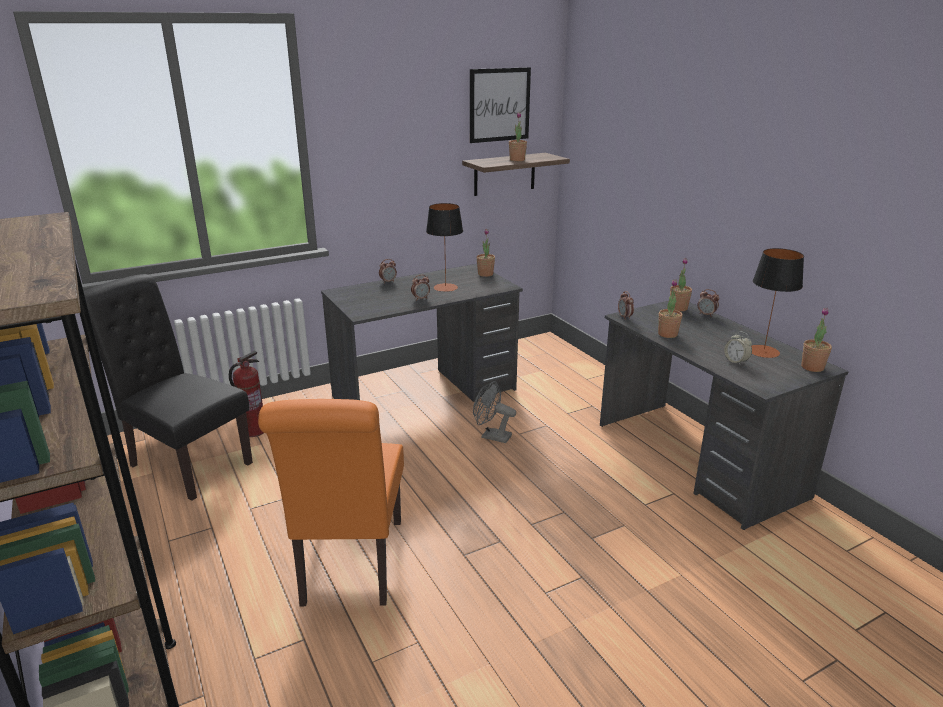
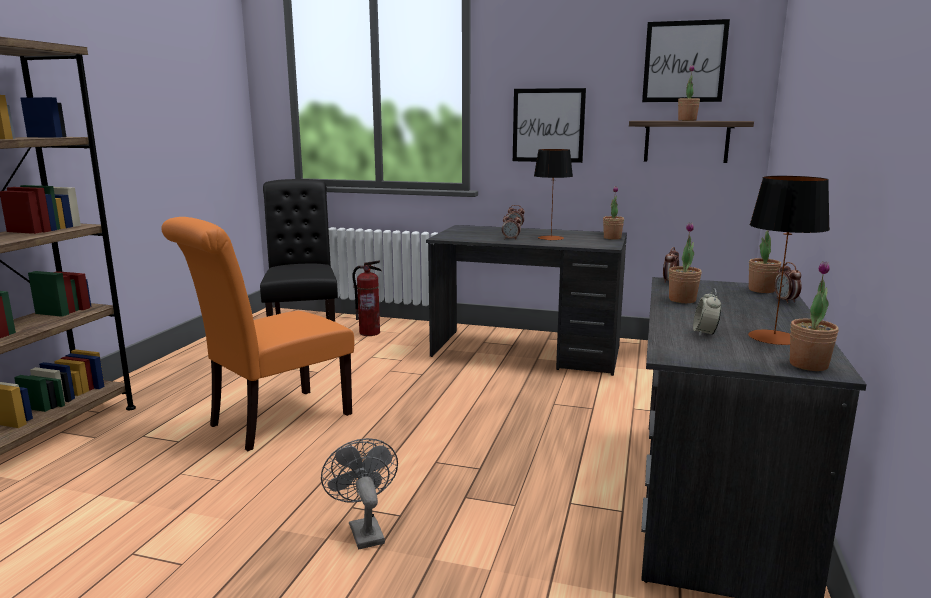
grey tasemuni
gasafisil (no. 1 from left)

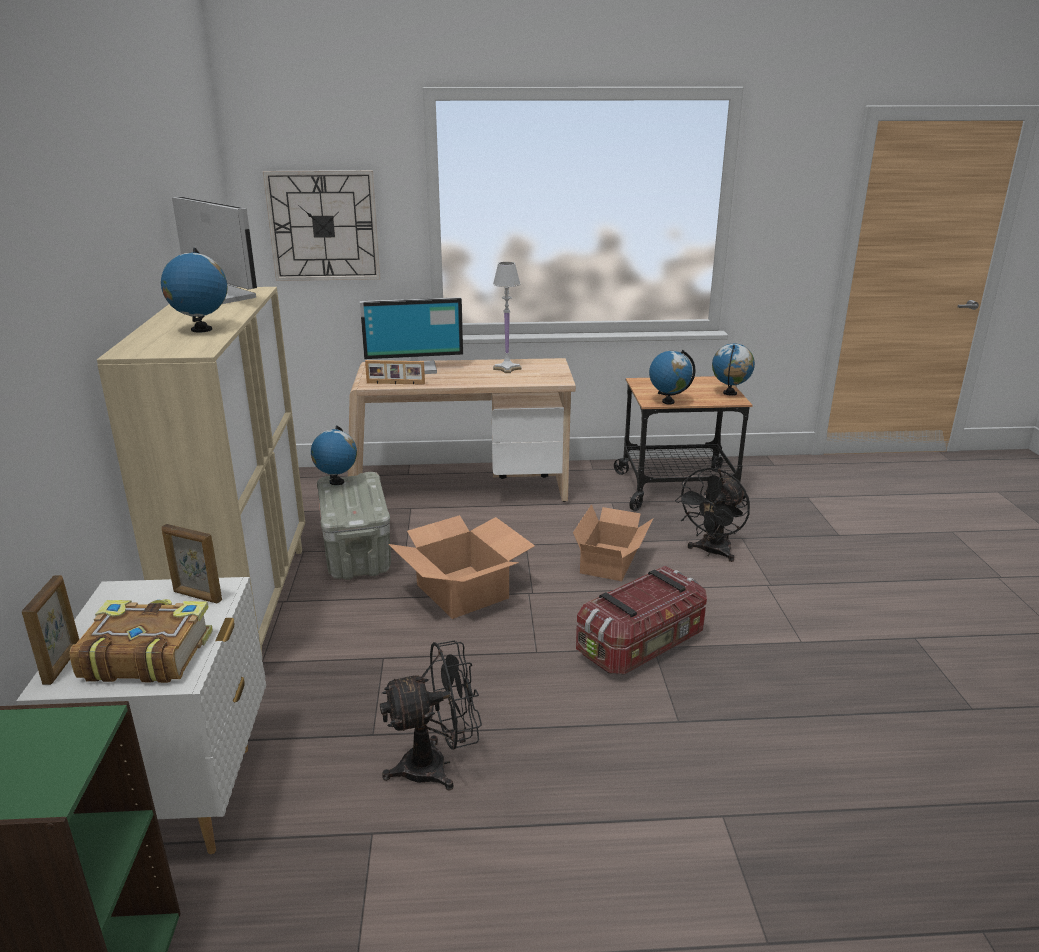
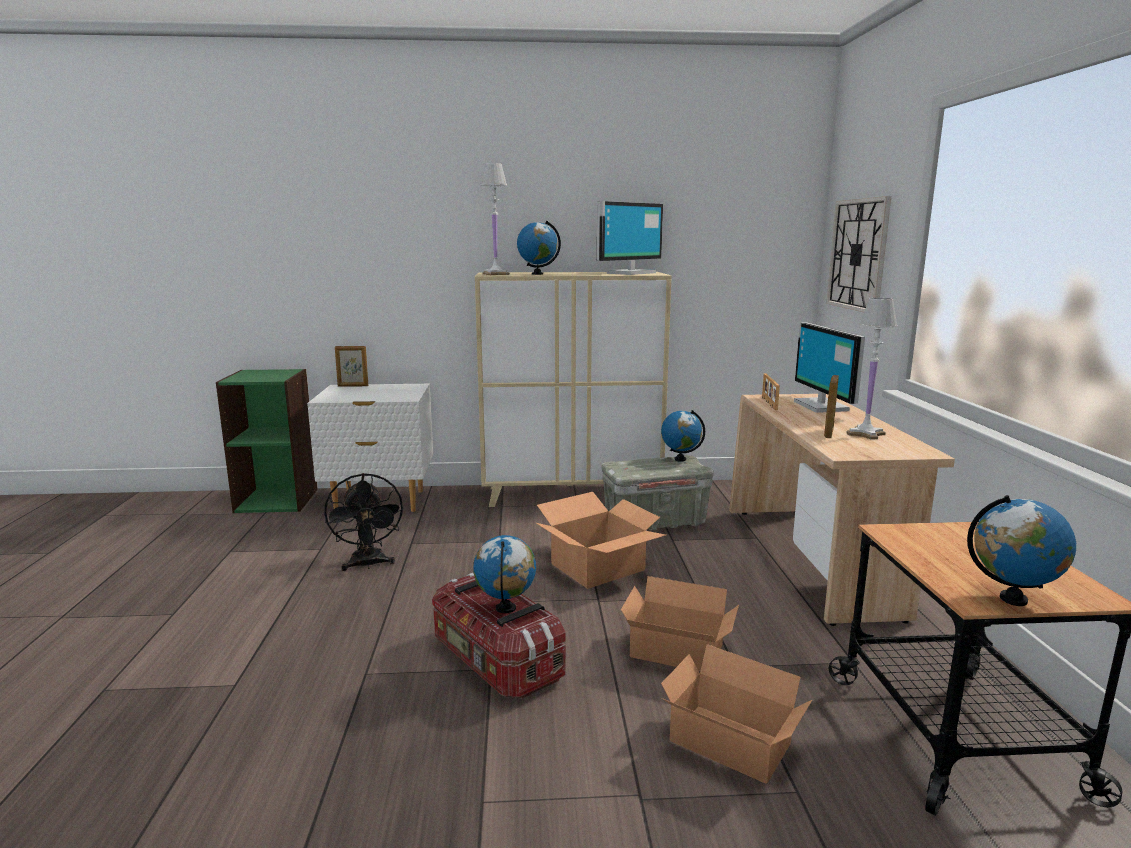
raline
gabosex (no. 3 from left)
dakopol (no. 1 from left)
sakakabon (no. 3 from left)
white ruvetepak (no. 1 from left)

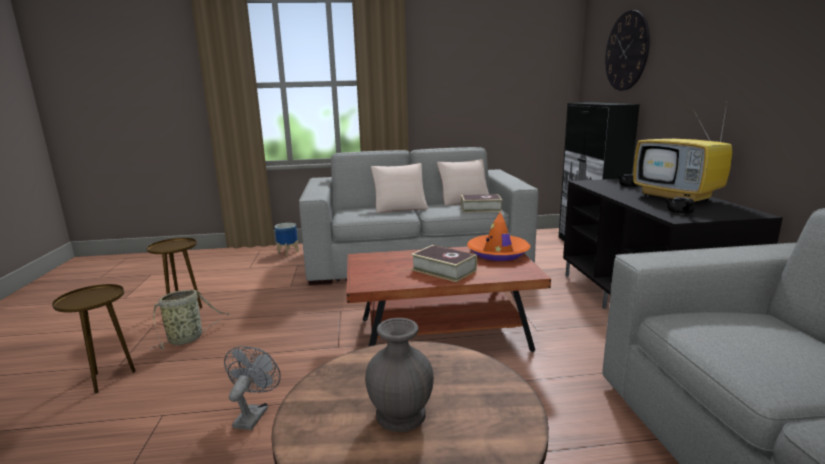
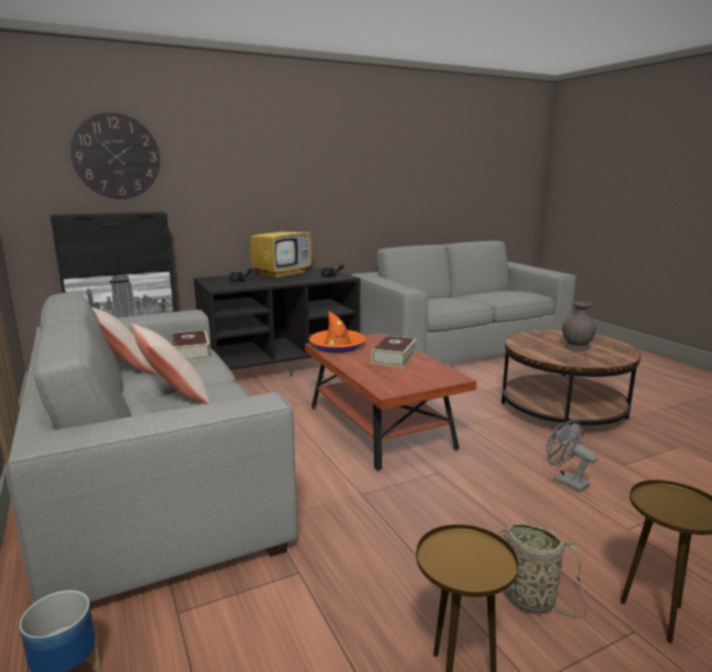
grey tasemuni

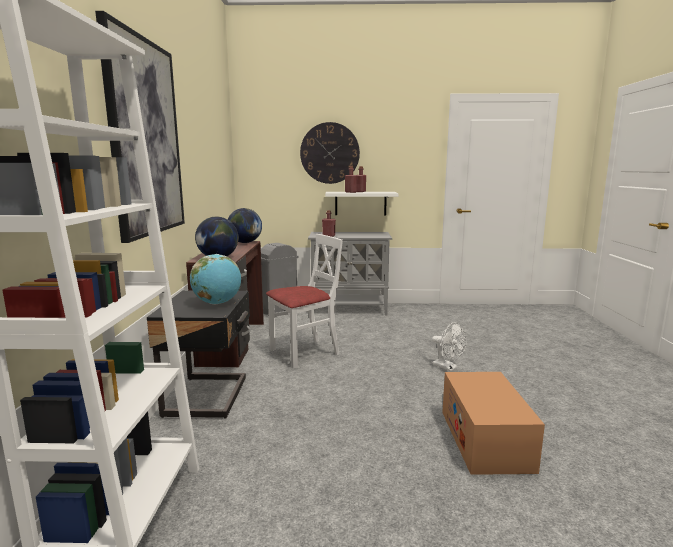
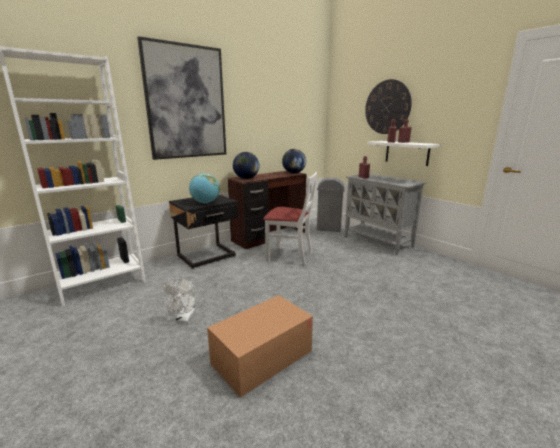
white tasemuni

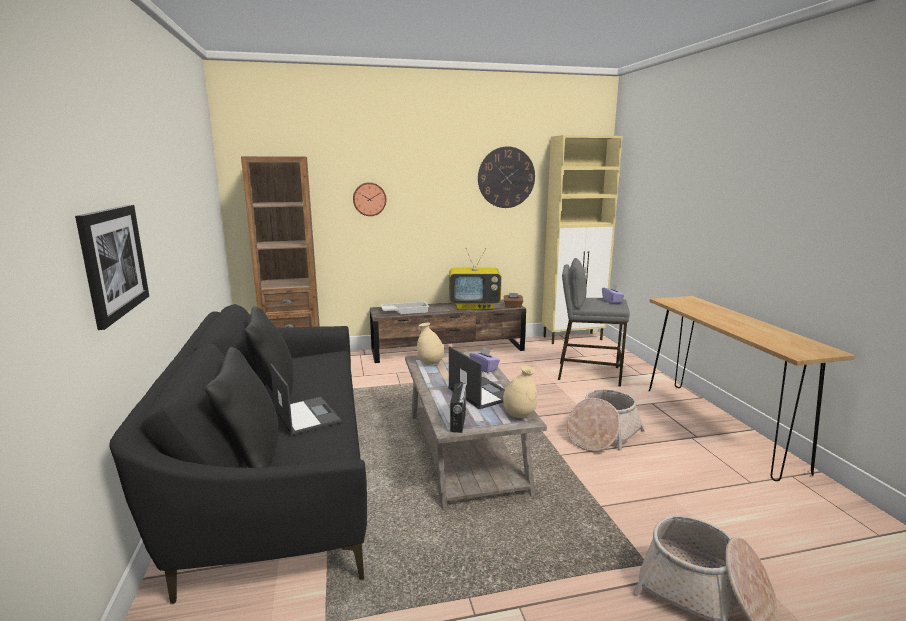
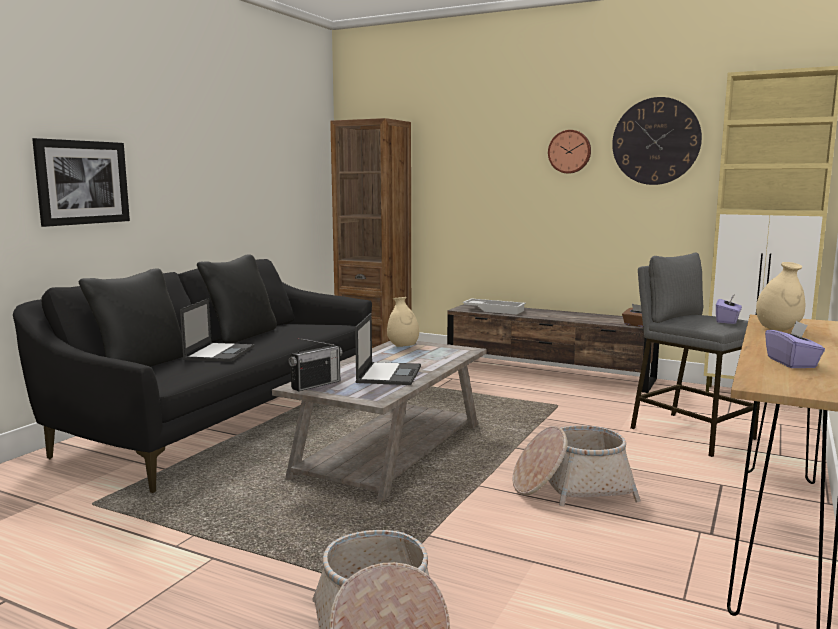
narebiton (no. 1 from left)
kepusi
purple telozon (no. 2 from left)
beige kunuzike (no. 2 from left)

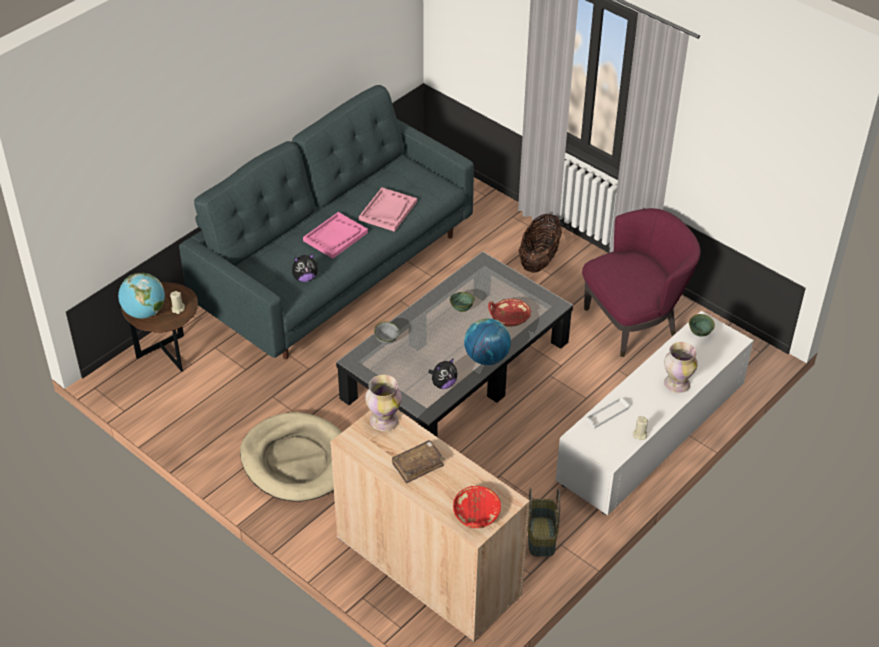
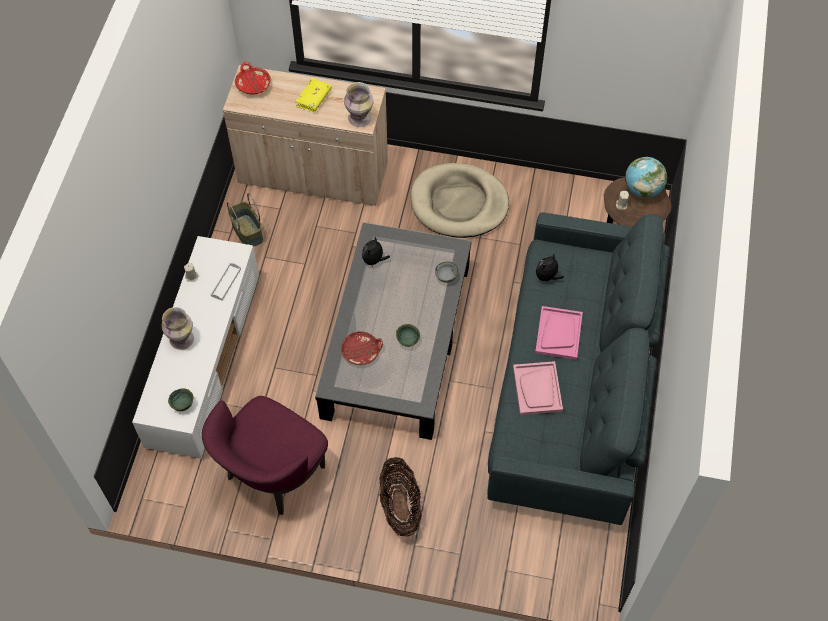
yellow raline
dakopol (no. 2 from left in the first image)

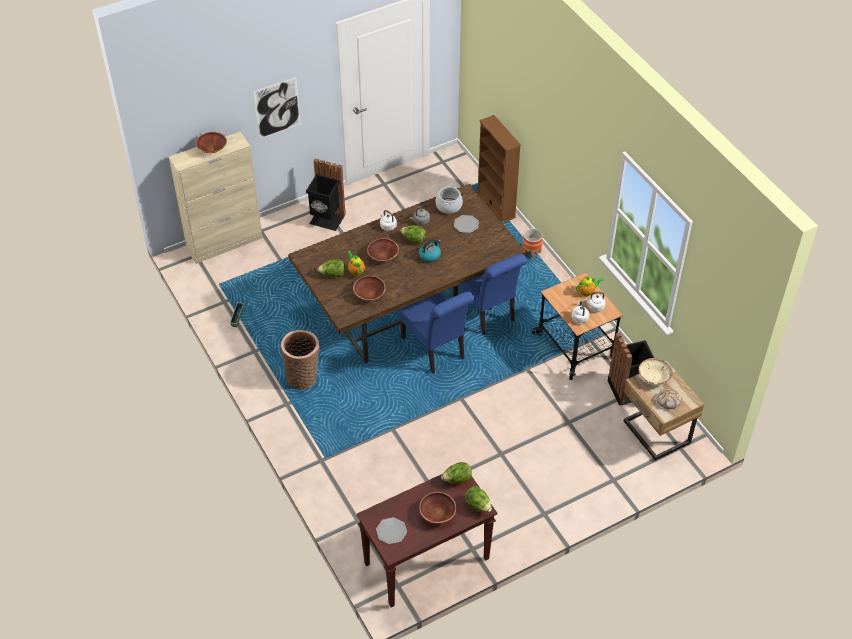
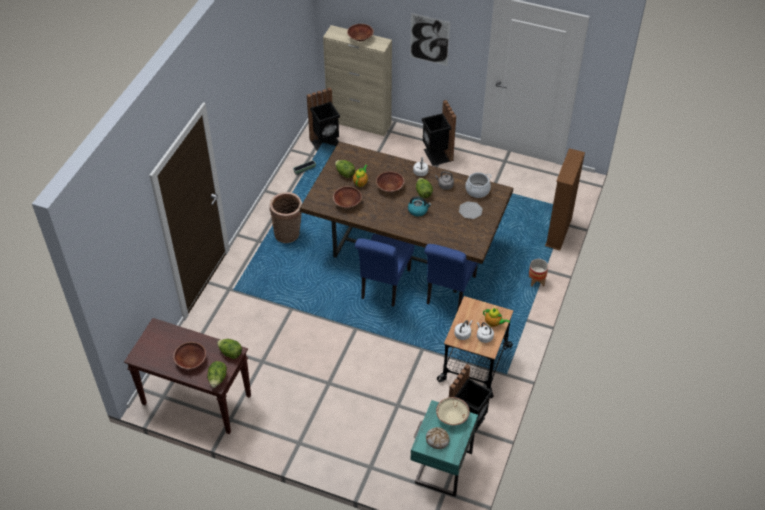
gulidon (no. 1 from left in the first image)
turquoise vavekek
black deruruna (no. 1 from left)

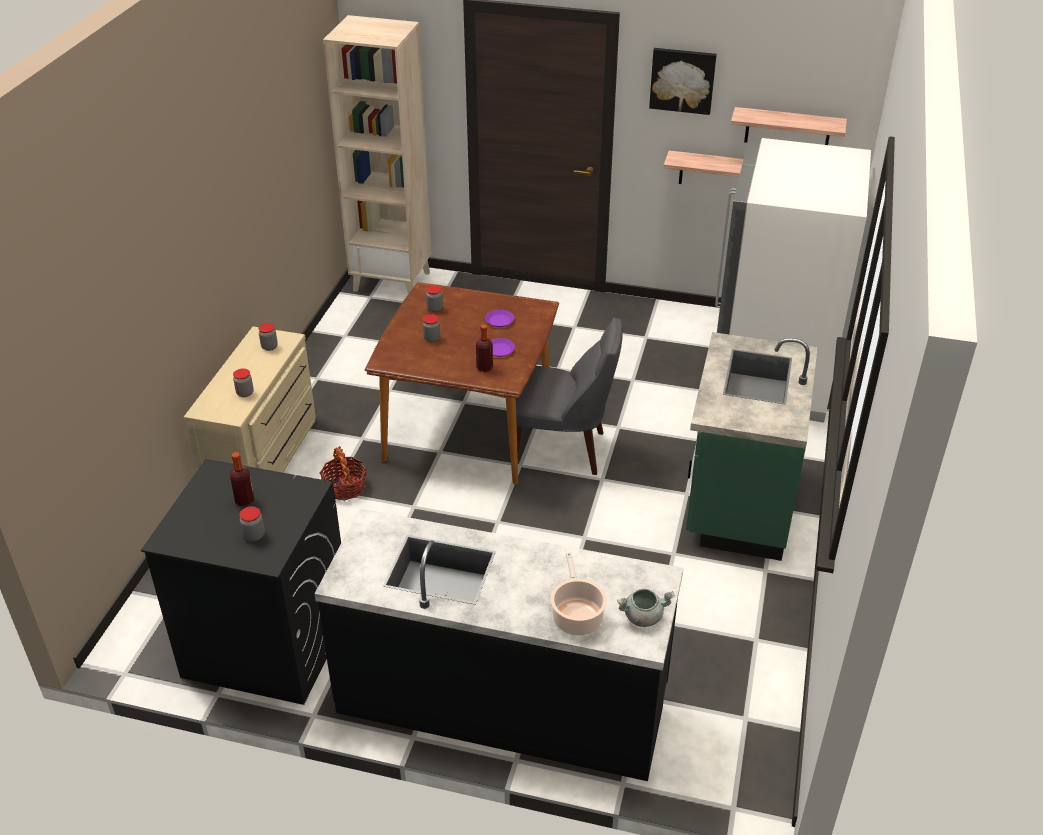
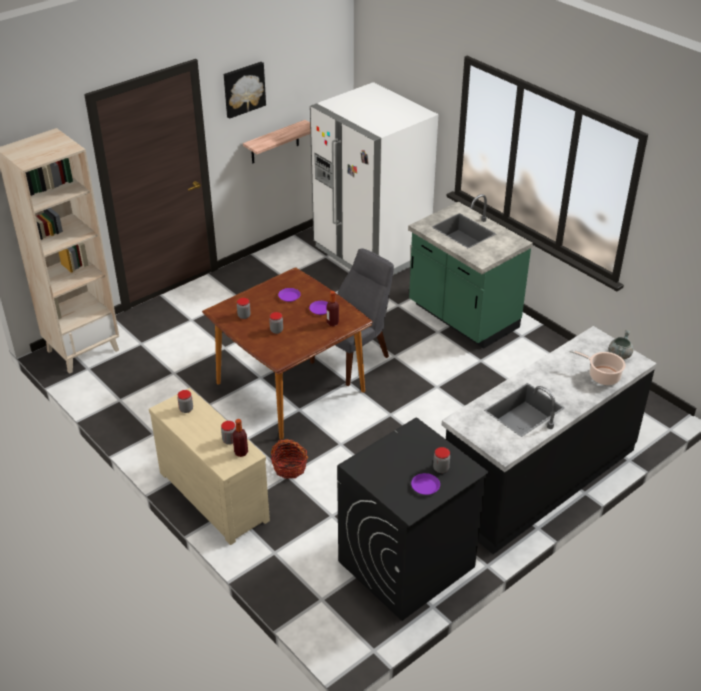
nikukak (no. 1 from left)
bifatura (no. 2 from left in the first image)
purple gulidon (no. 3 from left)

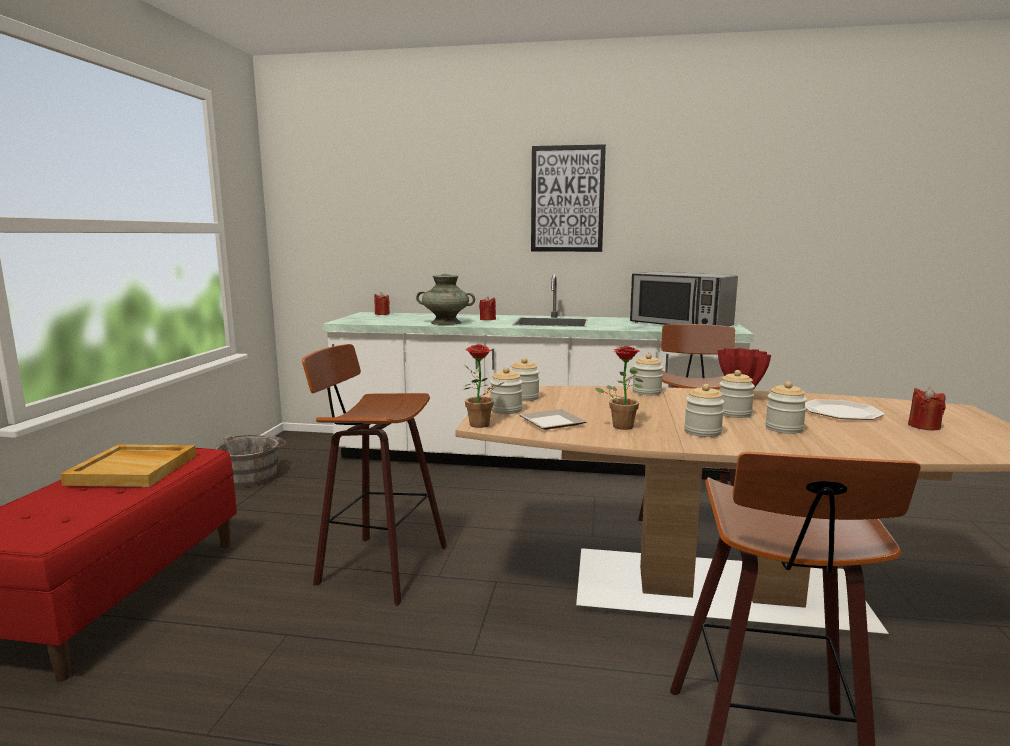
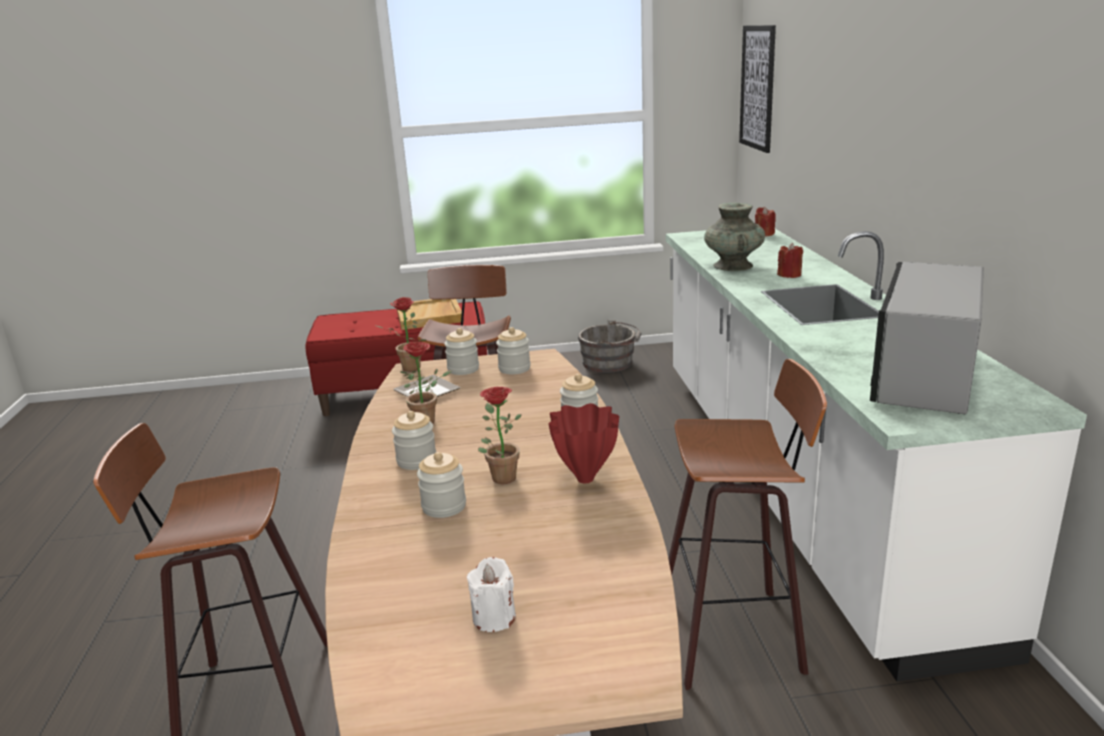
gasafisil
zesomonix (no. 3 from left)
gulidon (no. 2 from left in the first image)
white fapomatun

